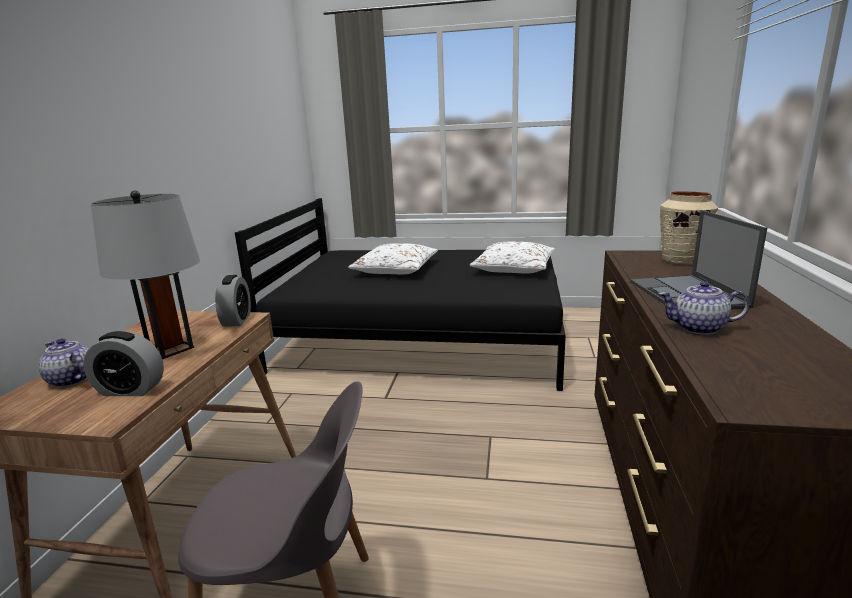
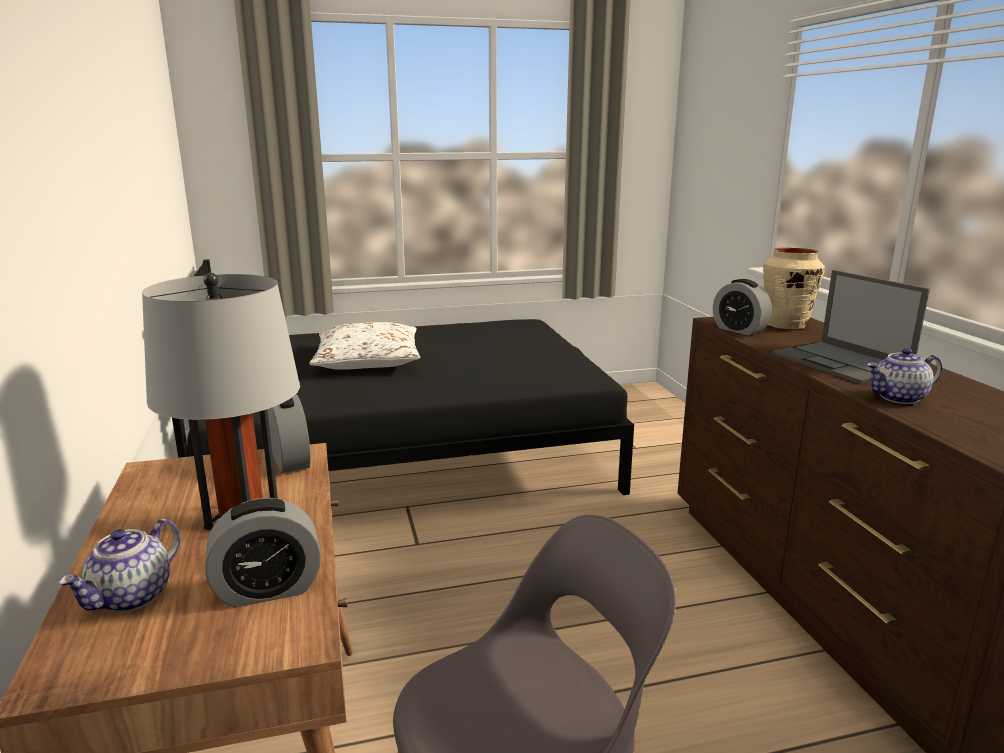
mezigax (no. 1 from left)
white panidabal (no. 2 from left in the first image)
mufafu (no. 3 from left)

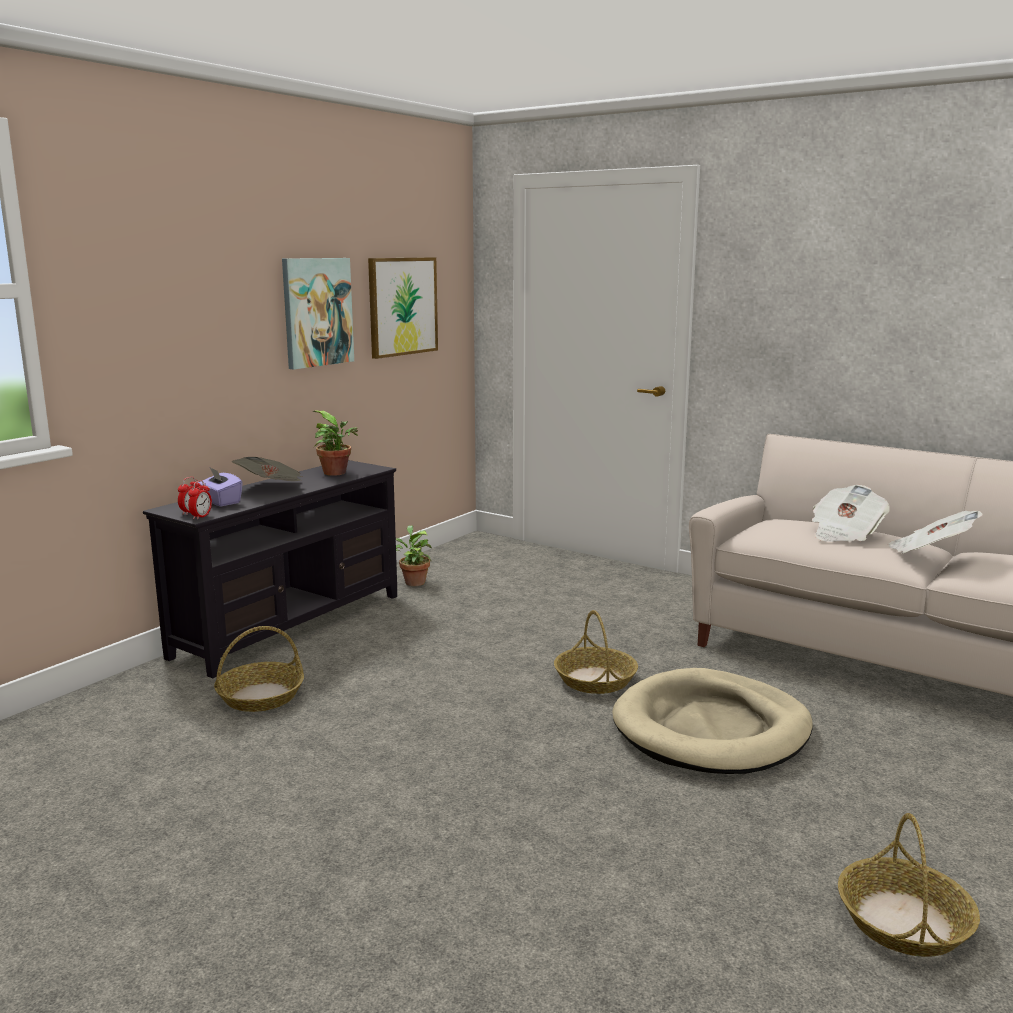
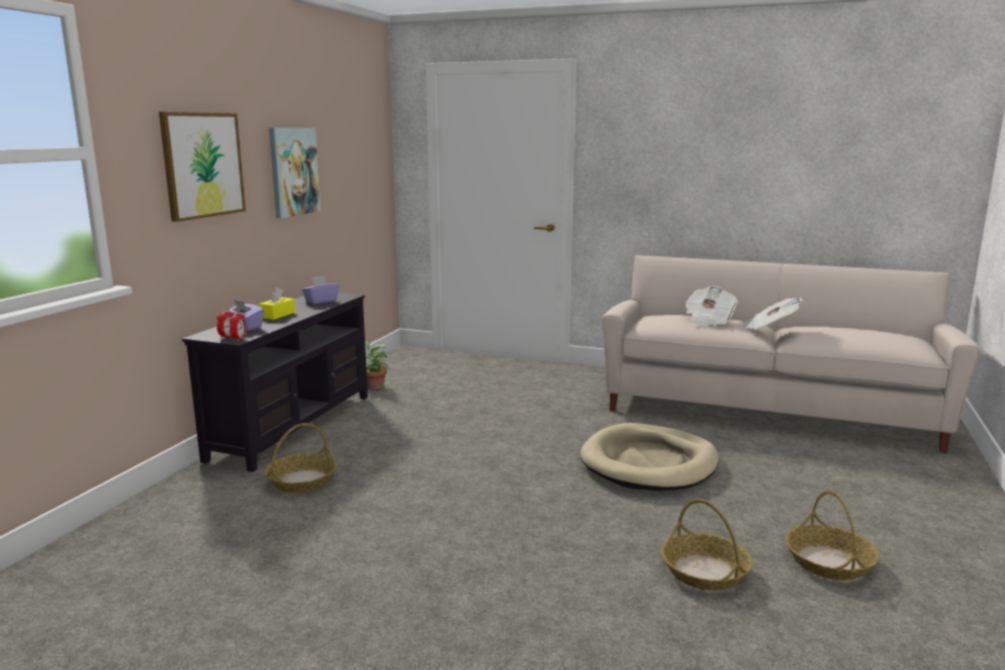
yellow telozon
purple telozon (no. 2 from left)
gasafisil (no. 1 from left)
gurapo (no. 2 from left)

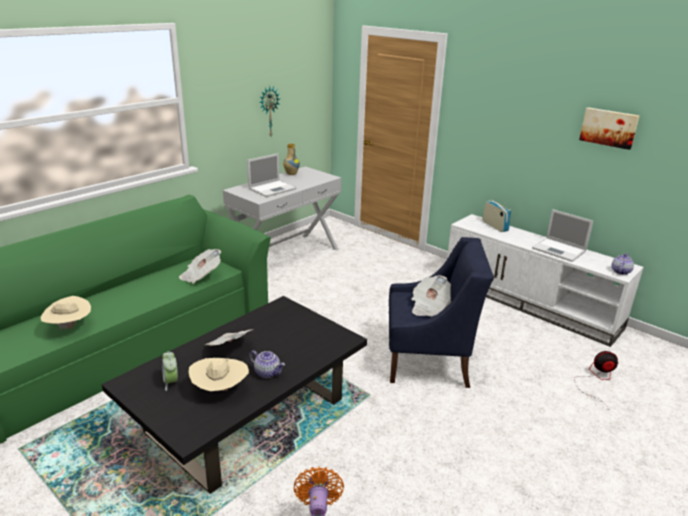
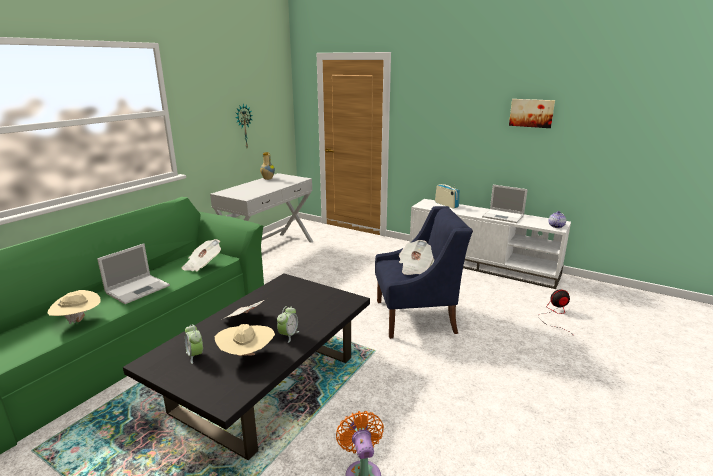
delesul (no. 1 from left)
mufafu (no. 2 from left)

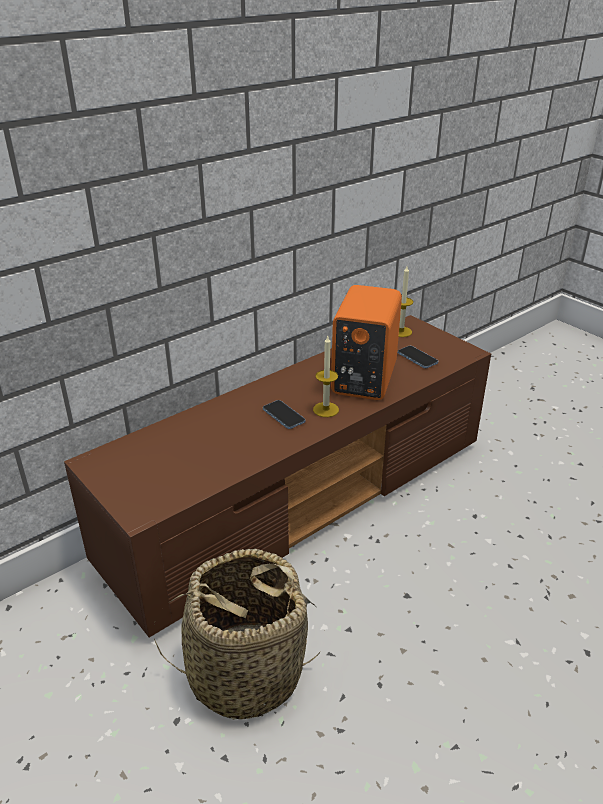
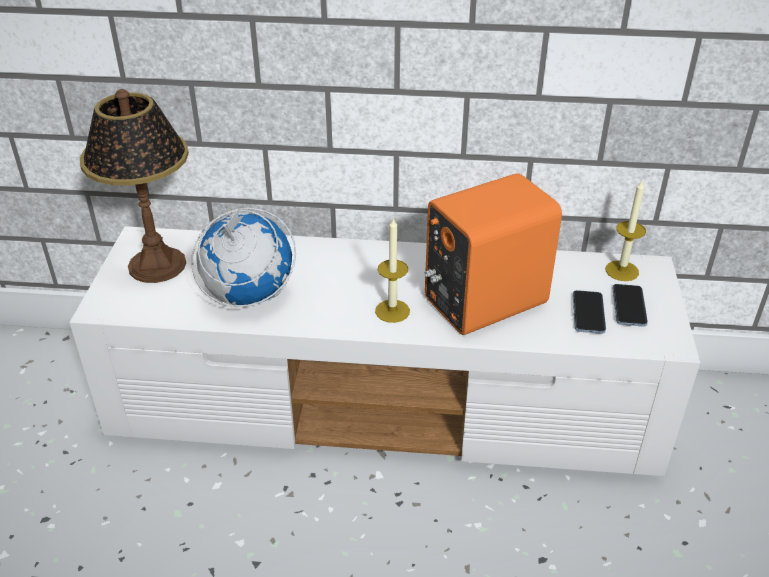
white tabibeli
gurapo
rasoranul (no. 2 from left)
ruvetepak
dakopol

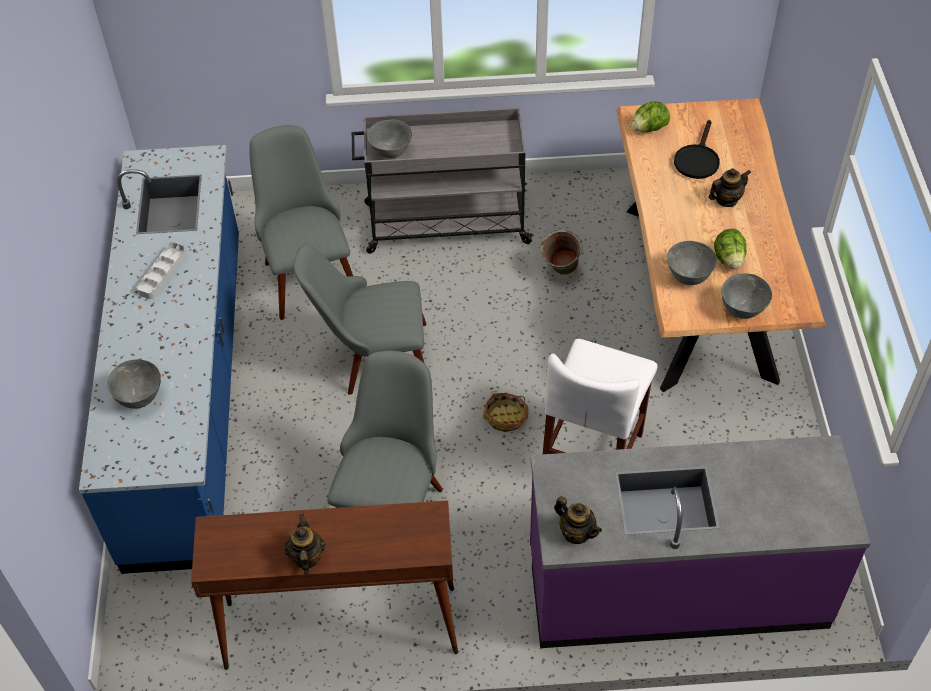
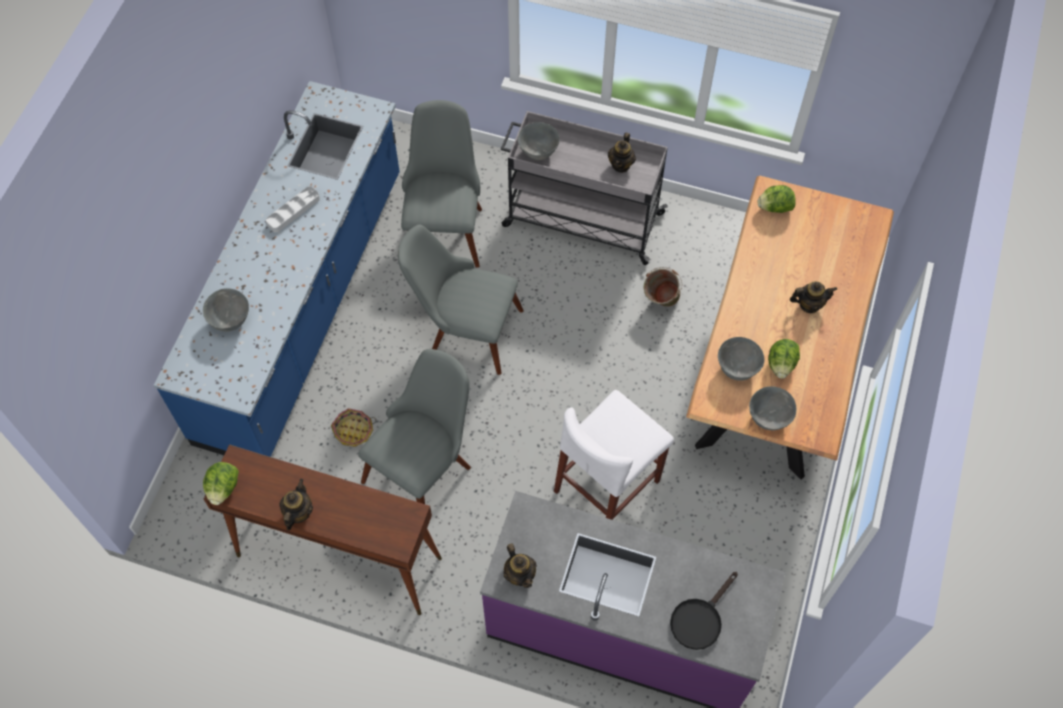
gurapo
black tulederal
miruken (no. 1 from left)
mezigax (no. 3 from left)

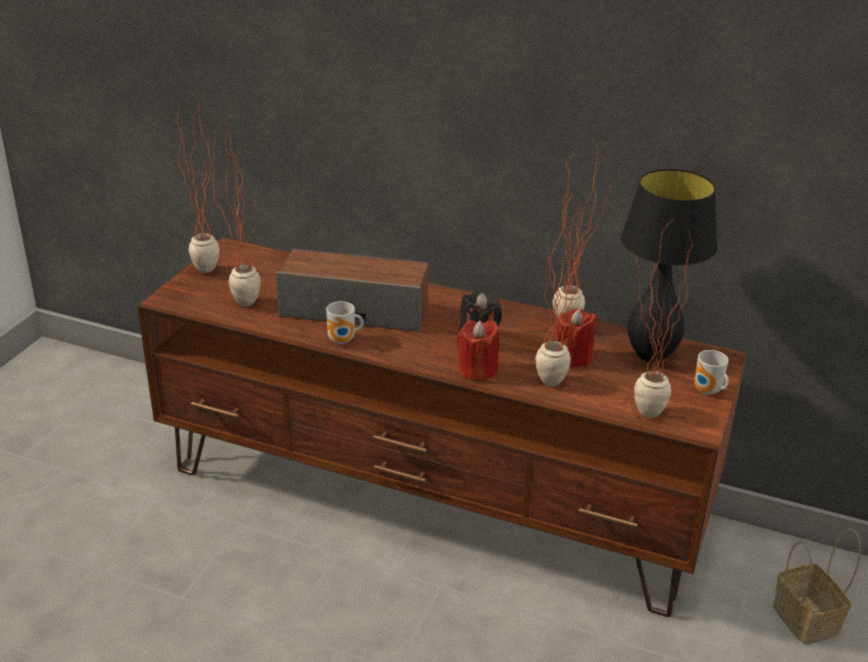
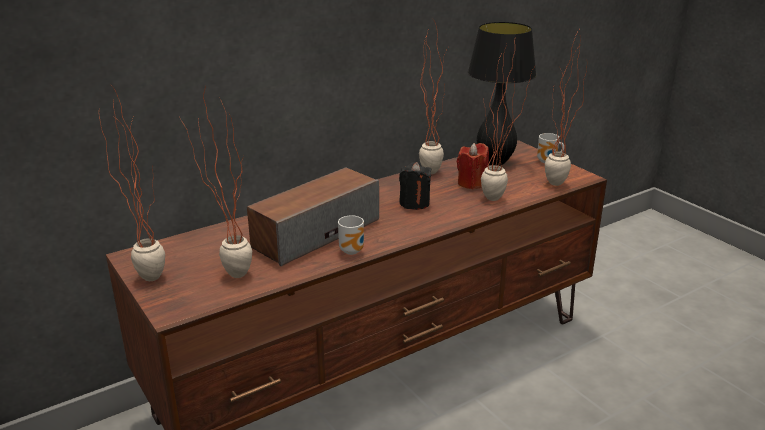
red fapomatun (no. 1 from left in the first image)
gurapo

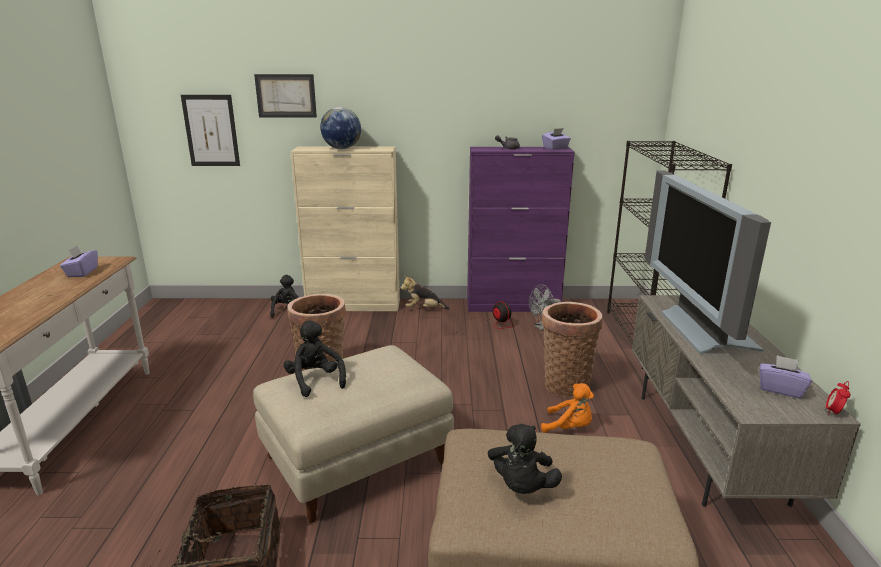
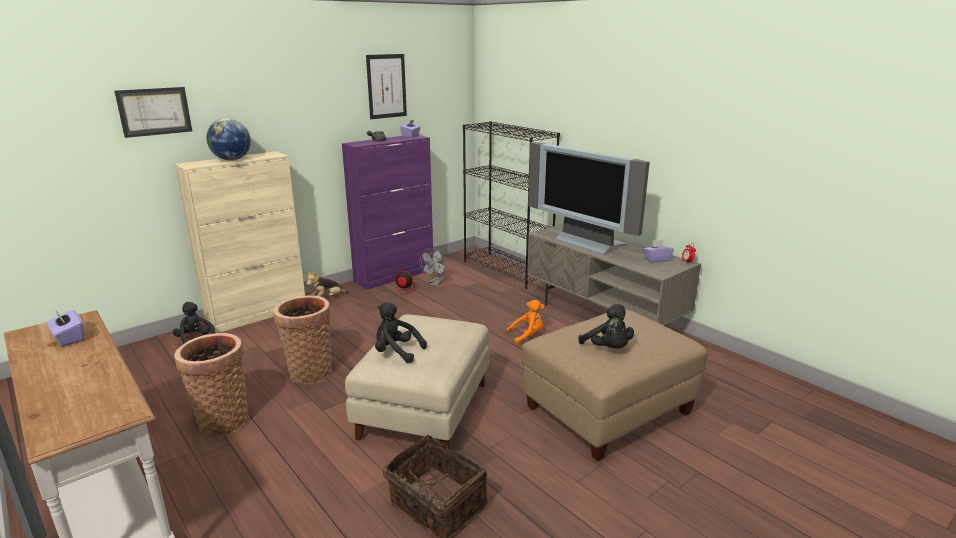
gasafisil (no. 2 from left)
gurapo (no. 1 from left)

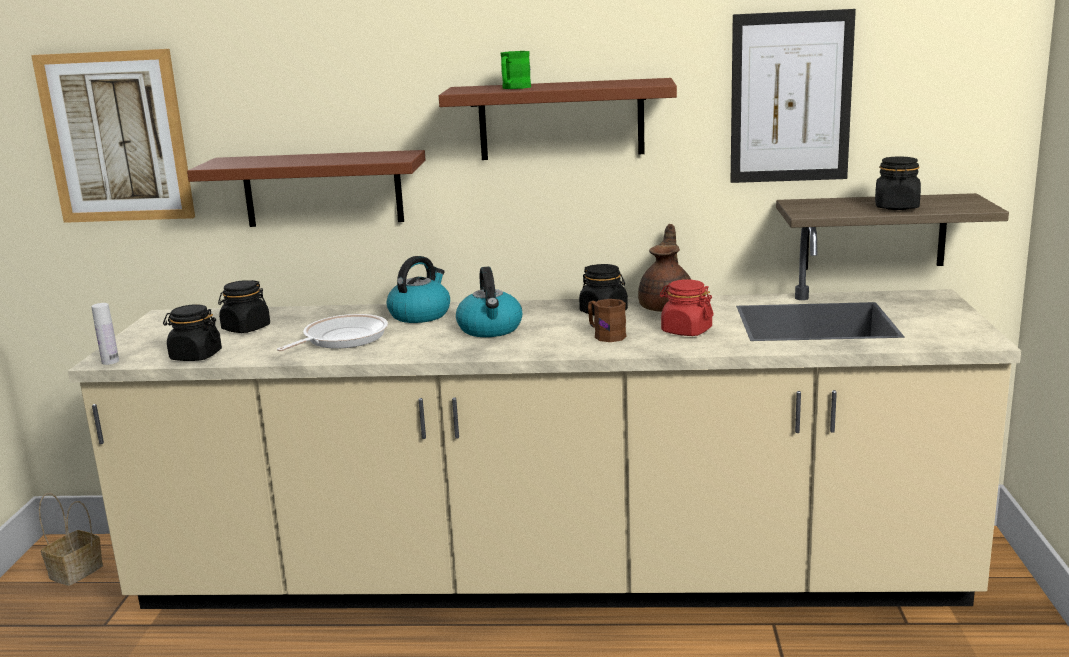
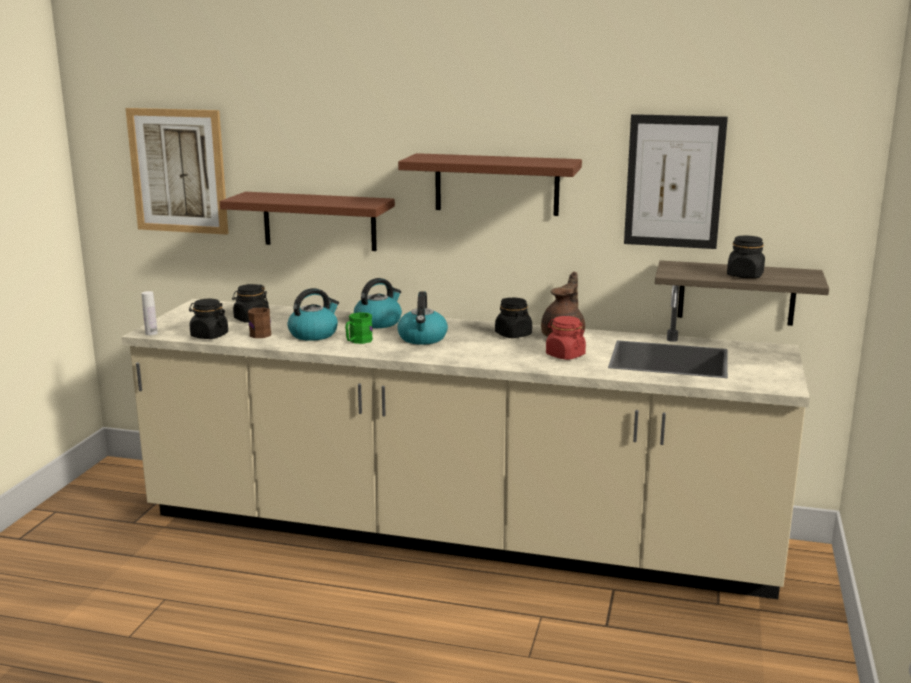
gurapo
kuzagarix (no. 1 from left)
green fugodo
brown fugodo

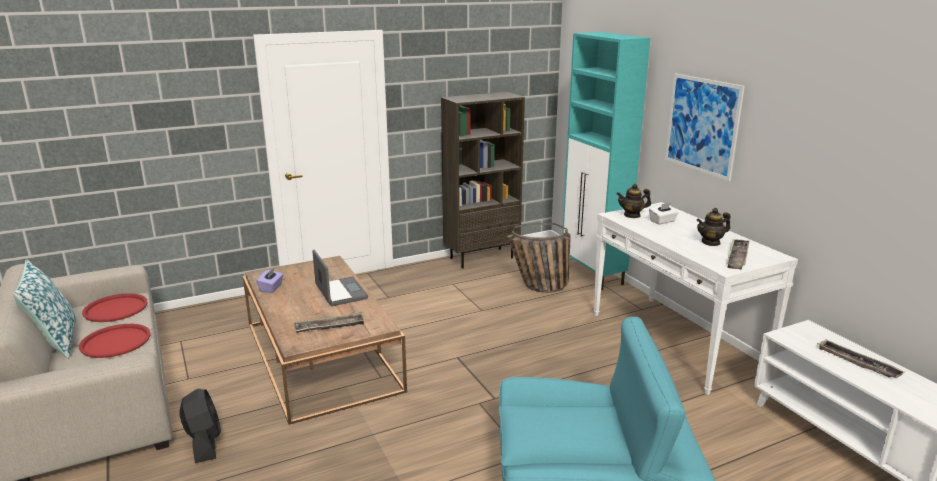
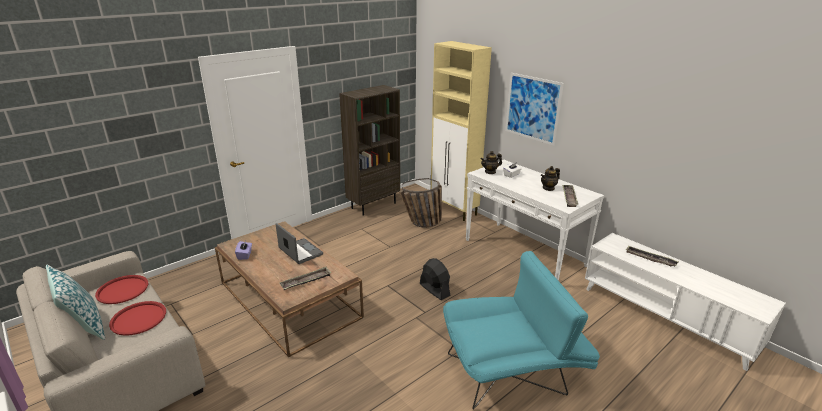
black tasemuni
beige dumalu

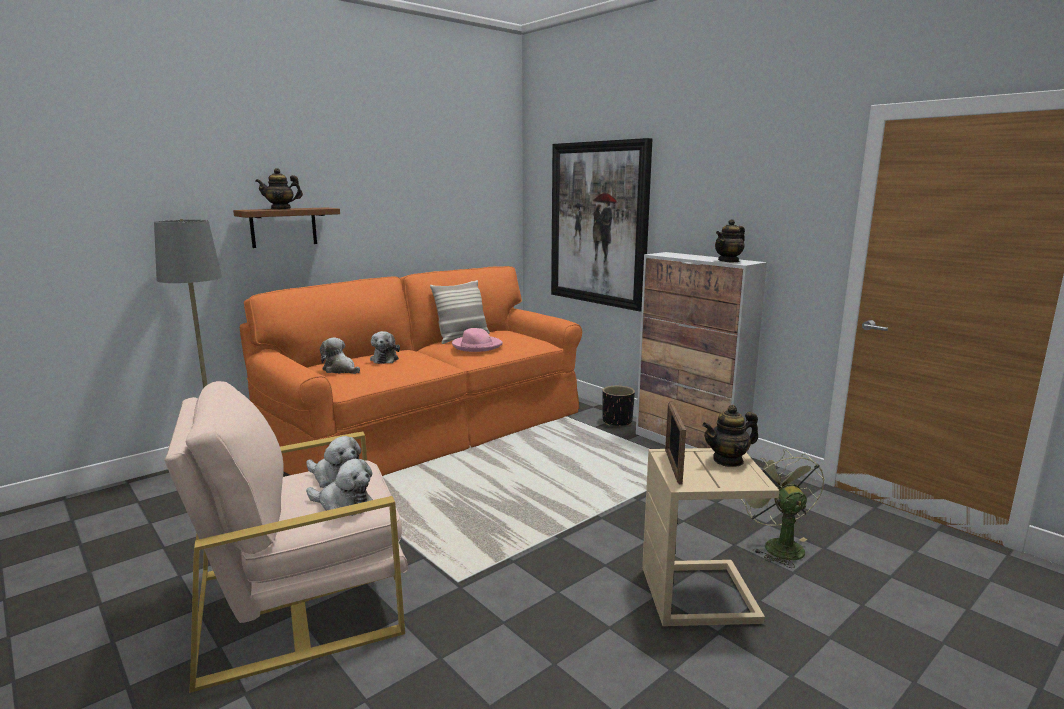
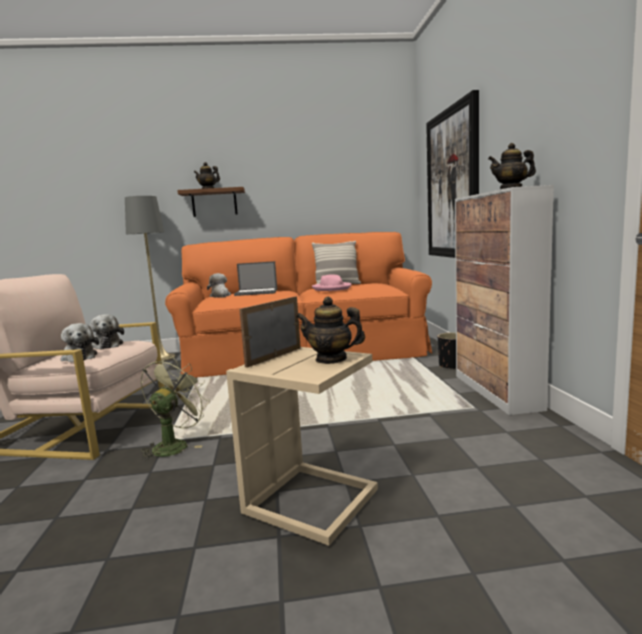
delesul
green tasemuni

